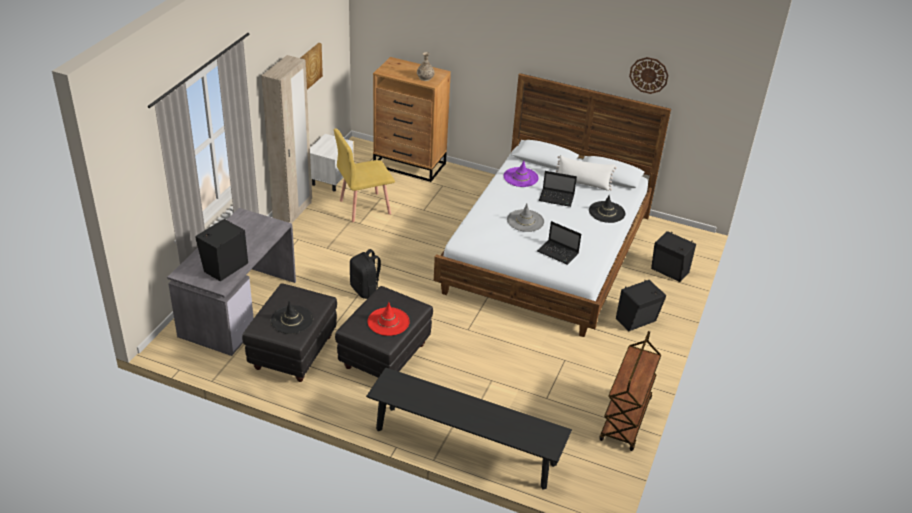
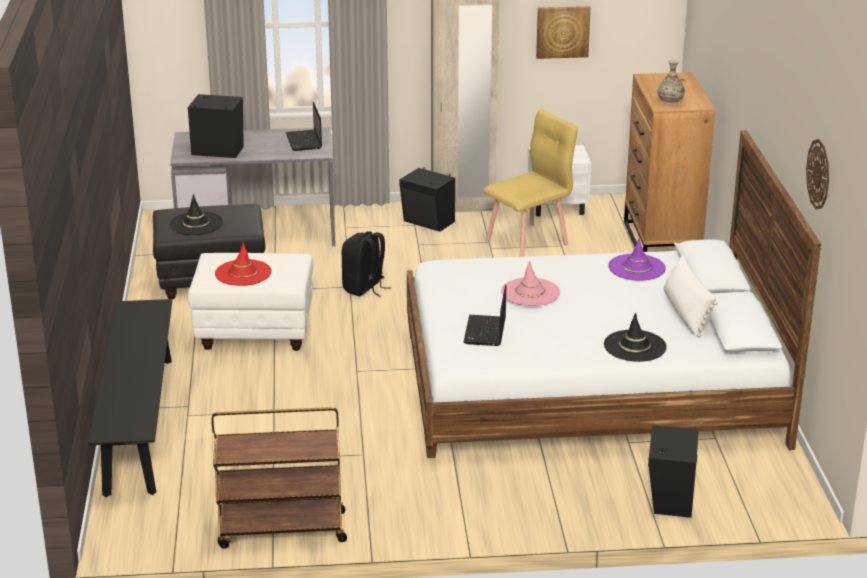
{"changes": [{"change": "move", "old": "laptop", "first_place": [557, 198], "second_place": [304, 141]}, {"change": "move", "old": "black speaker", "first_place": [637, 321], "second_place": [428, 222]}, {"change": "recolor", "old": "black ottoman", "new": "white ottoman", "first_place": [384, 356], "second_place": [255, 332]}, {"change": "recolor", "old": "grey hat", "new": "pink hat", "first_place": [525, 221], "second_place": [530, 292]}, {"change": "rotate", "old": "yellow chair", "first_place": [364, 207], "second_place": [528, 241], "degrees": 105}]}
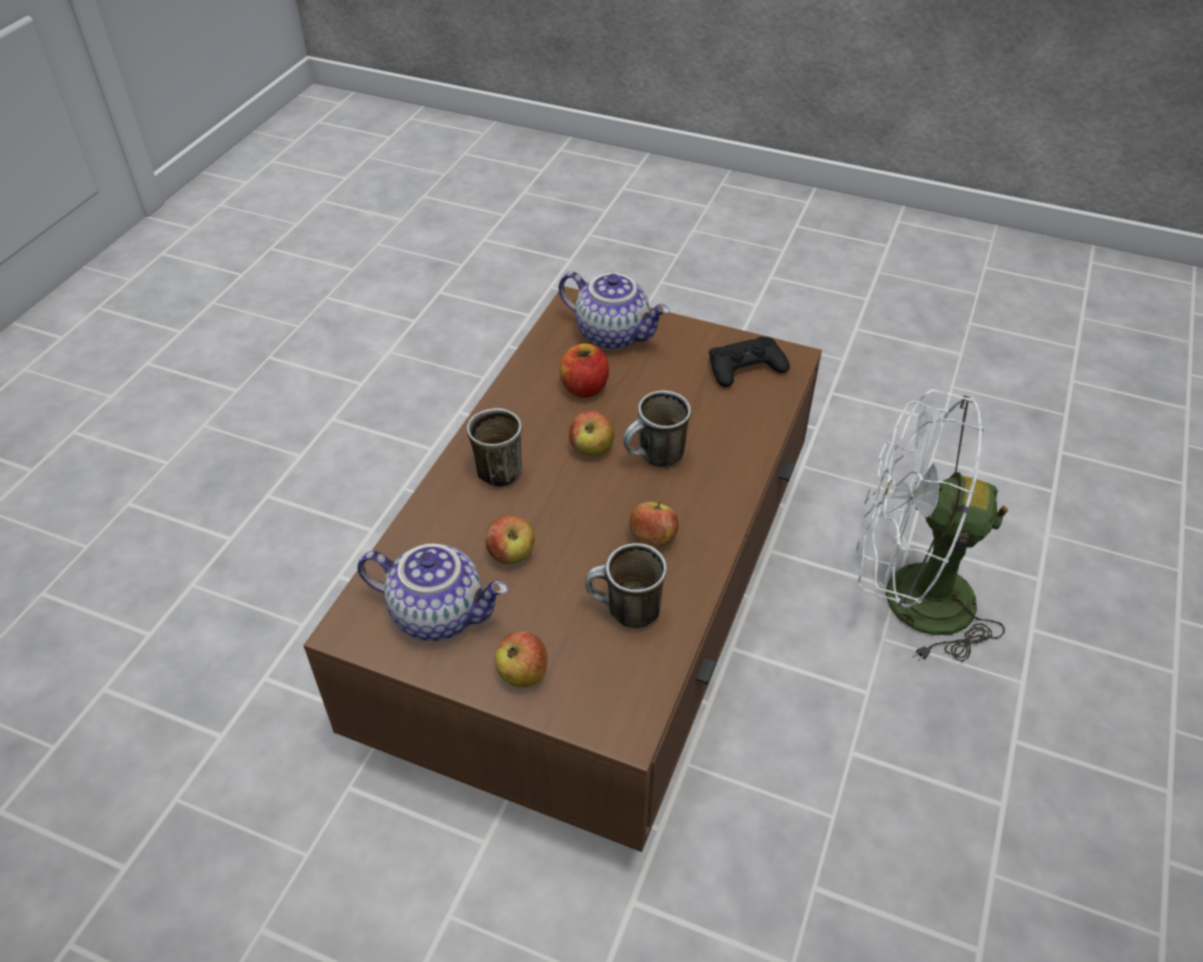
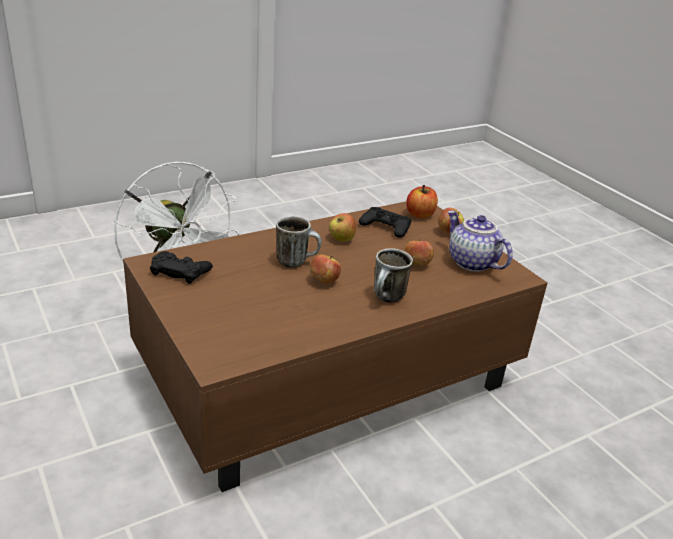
{"changes": [{"change": "delete", "old": "teapot", "first_place": [614, 334]}, {"change": "move", "old": "apple", "first_place": [584, 388], "second_place": [420, 214]}, {"change": "replace", "old": "mug", "new": "black game controller", "first_place": [624, 613], "second_place": [386, 227]}]}
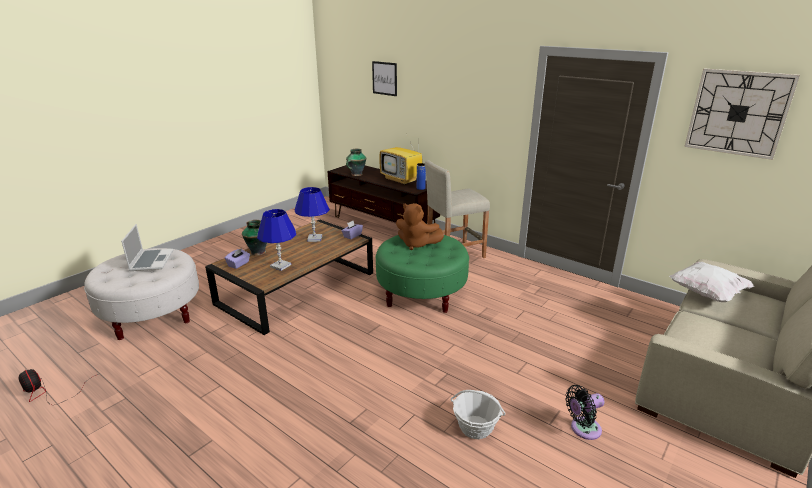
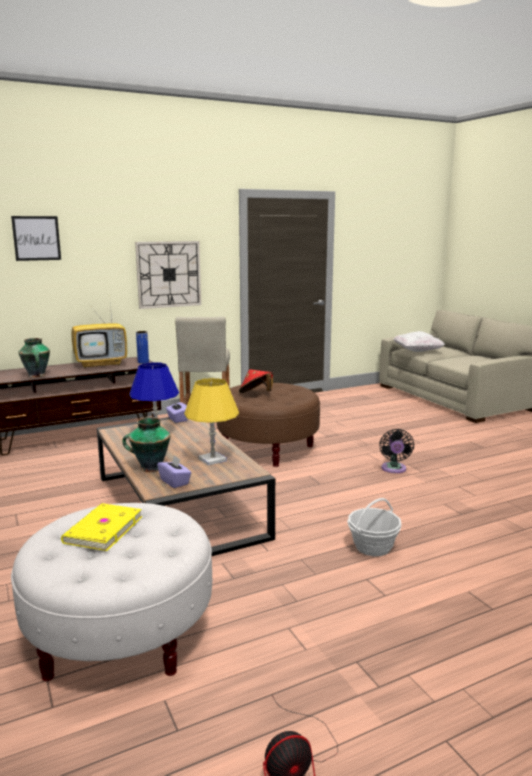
{"changes": [{"change": "move", "old": "basket", "first_place": [475, 427], "second_place": [373, 547]}, {"change": "move", "old": "black fan", "first_place": [583, 429], "second_place": [394, 469]}, {"change": "move", "old": "wall clock", "first_place": [738, 113], "second_place": [168, 274]}, {"change": "replace", "old": "laptop", "new": "yellow book", "first_place": [151, 261], "second_place": [102, 530]}, {"change": "replace", "old": "brown plush toy", "new": "red hat", "first_place": [416, 244], "second_place": [256, 394]}, {"change": "recolor", "old": "blue table lamp", "new": "yellow table lamp", "first_place": [280, 266], "second_place": [212, 459]}, {"change": "recolor", "old": "green ottoman", "new": "brown ottoman", "first_place": [421, 293], "second_place": [268, 448]}]}
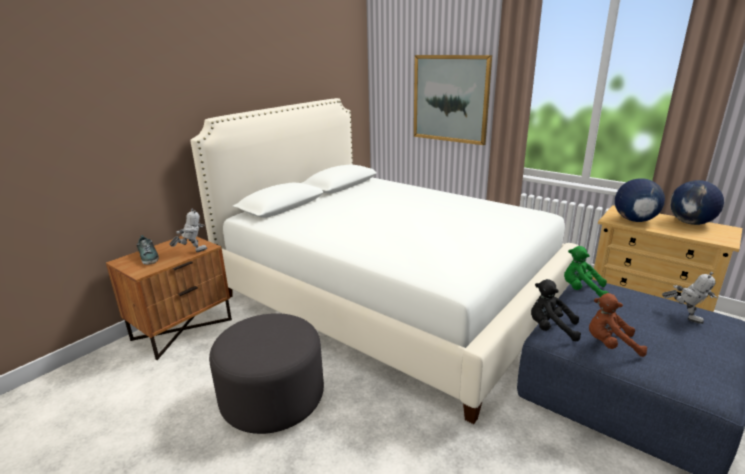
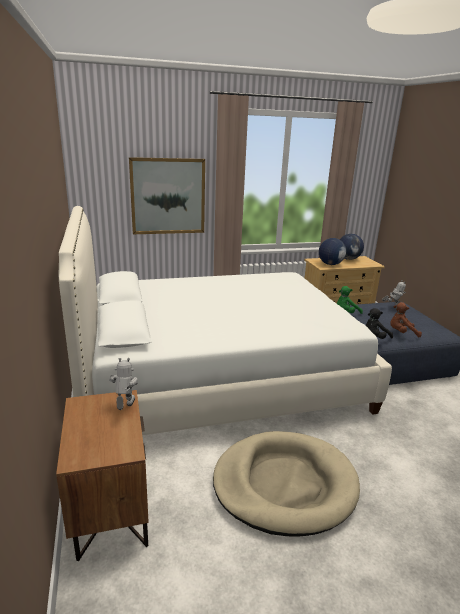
{"changes": [{"change": "delete", "old": "shoe", "first_place": [149, 257]}, {"change": "replace", "old": "grey ottoman", "new": "beige dog bed", "first_place": [272, 398], "second_place": [284, 485]}, {"change": "rotate", "old": "brown plush toy", "first_place": [610, 345], "second_place": [401, 333], "degrees": 45}]}
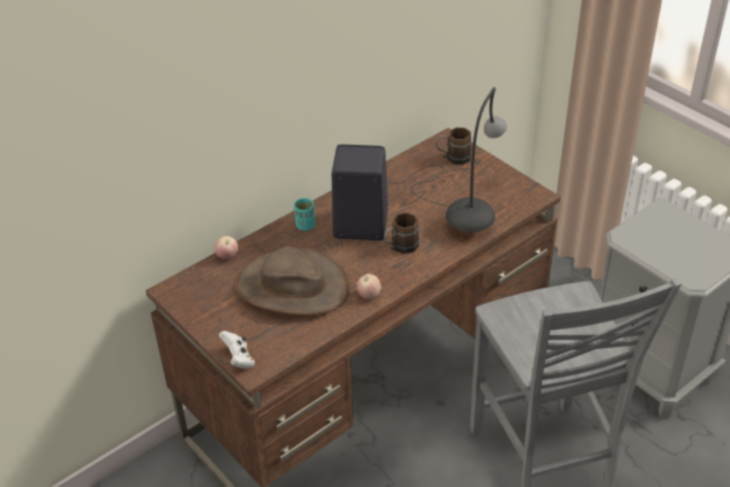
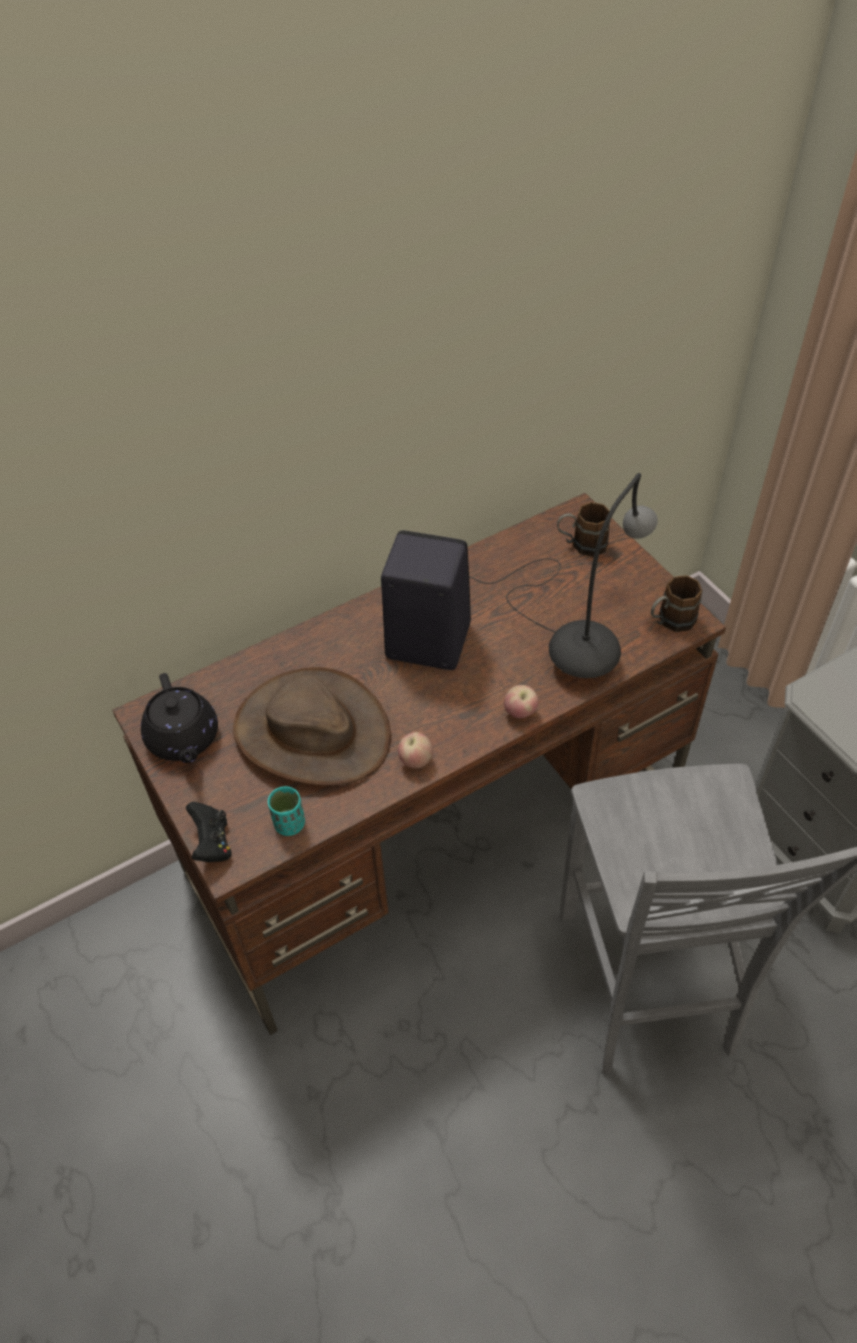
{"changes": [{"change": "insert", "new": "black teapot", "second_place": [183, 739]}, {"change": "move", "old": "apple", "first_place": [227, 256], "second_place": [520, 712]}, {"change": "move", "old": "turquoise cup", "first_place": [305, 226], "second_place": [289, 824]}, {"change": "move", "old": "brown mug", "first_place": [400, 248], "second_place": [670, 622]}, {"change": "recolor", "old": "white game controller", "new": "black game controller", "first_place": [239, 359], "second_place": [212, 843]}]}
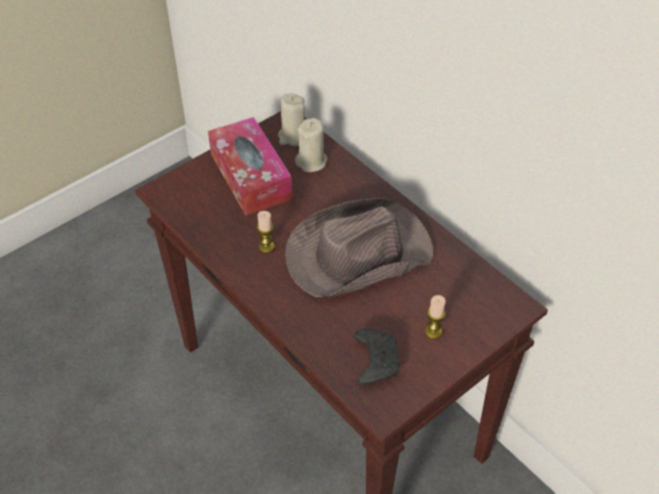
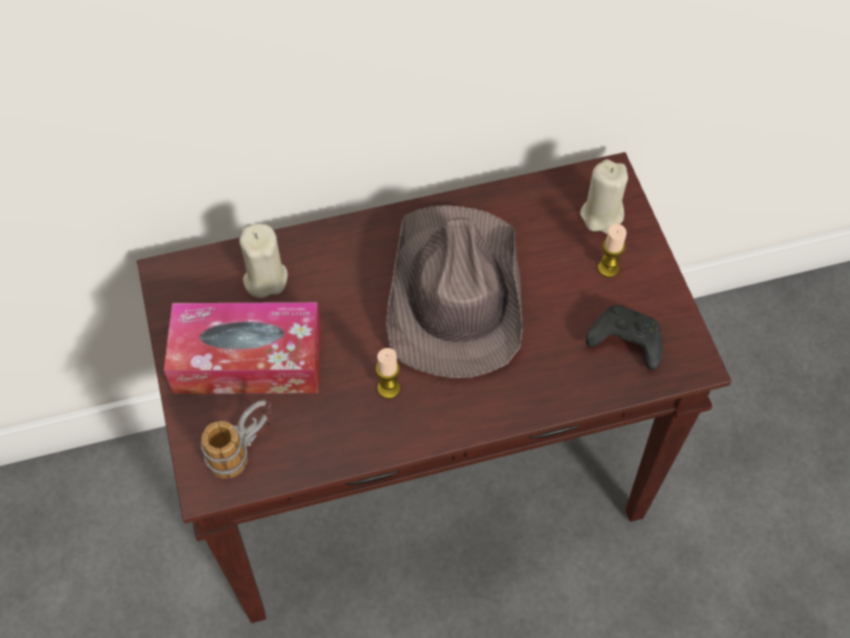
{"changes": [{"change": "insert", "new": "mug", "second_place": [243, 449]}, {"change": "move", "old": "beige candle", "first_place": [293, 137], "second_place": [602, 215]}]}
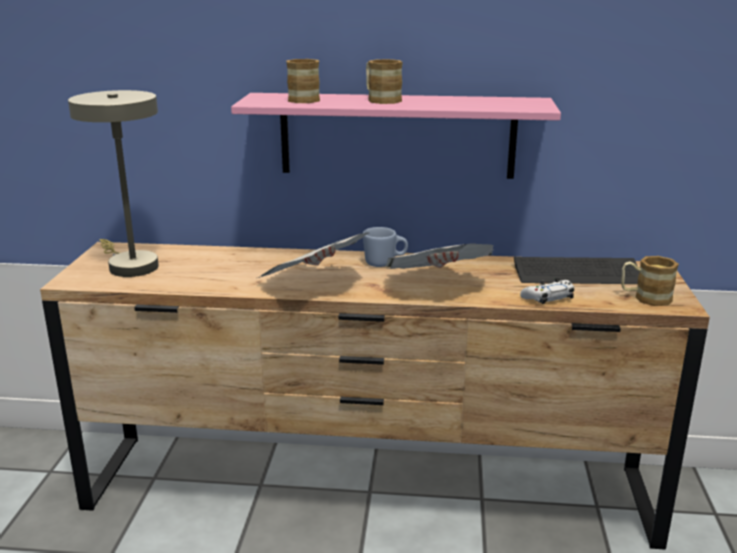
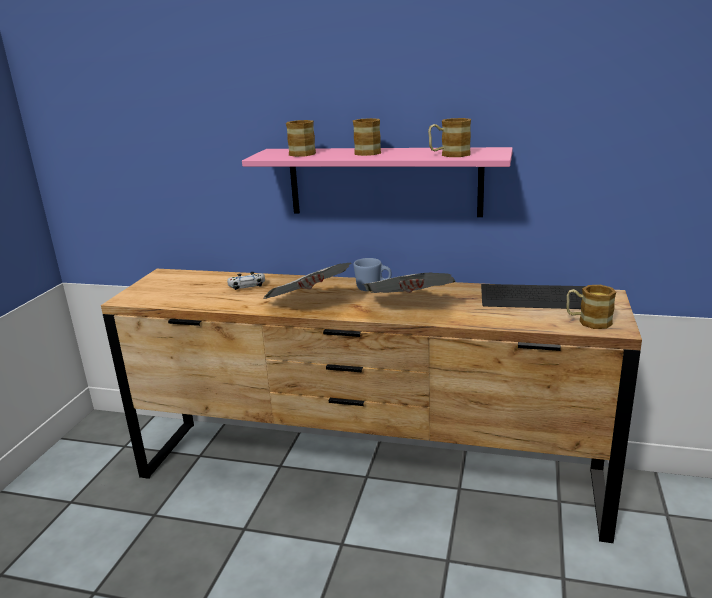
{"changes": [{"change": "delete", "old": "beige table lamp", "first_place": [129, 265]}, {"change": "insert", "new": "mug", "second_place": [449, 155]}, {"change": "move", "old": "white game controller", "first_place": [548, 298], "second_place": [247, 286]}]}
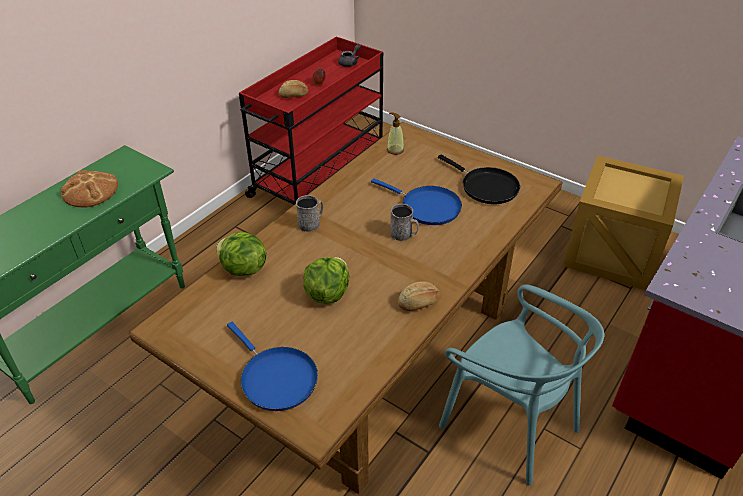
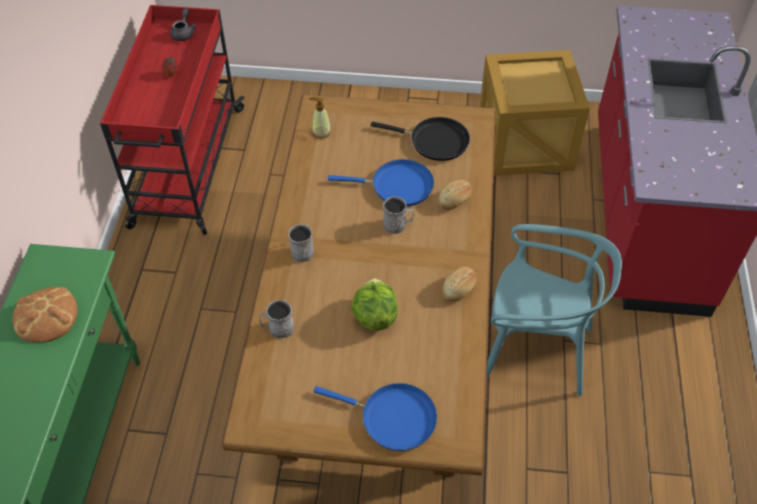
{"changes": [{"change": "move", "old": "bread", "first_place": [294, 95], "second_place": [455, 200]}, {"change": "replace", "old": "lettuce", "new": "grey mug", "first_place": [243, 269], "second_place": [277, 328]}]}
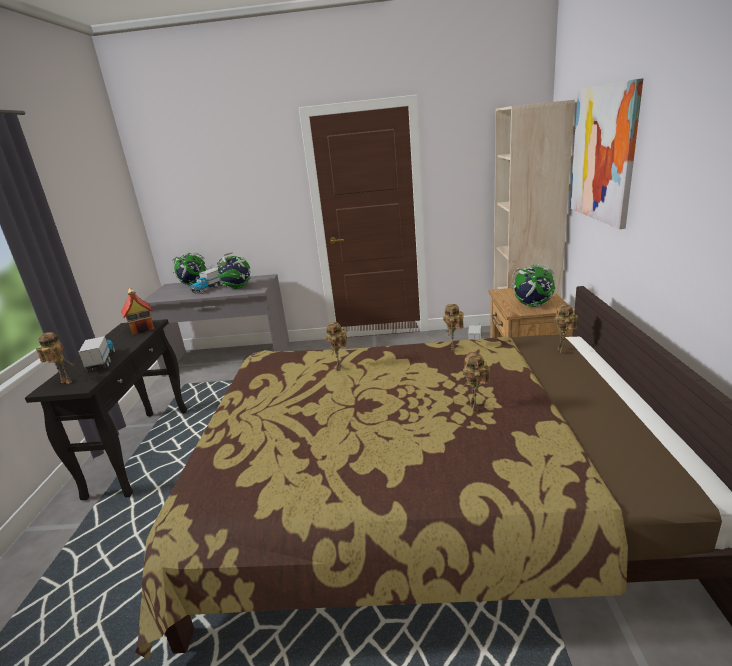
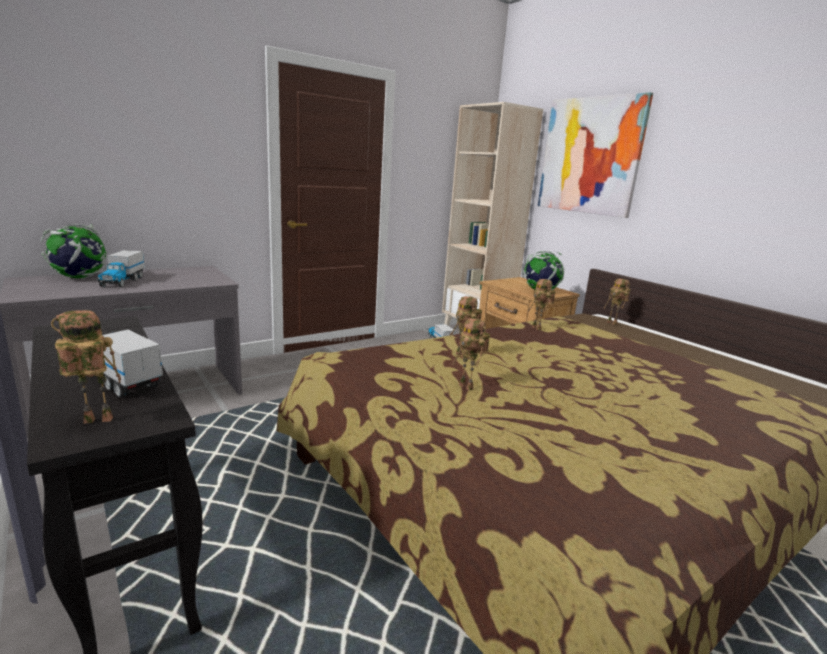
{"changes": [{"change": "delete", "old": "toy house", "first_place": [142, 328]}, {"change": "delete", "old": "globe", "first_place": [238, 288]}, {"change": "move", "old": "toy robot", "first_place": [475, 408], "second_place": [468, 387]}]}
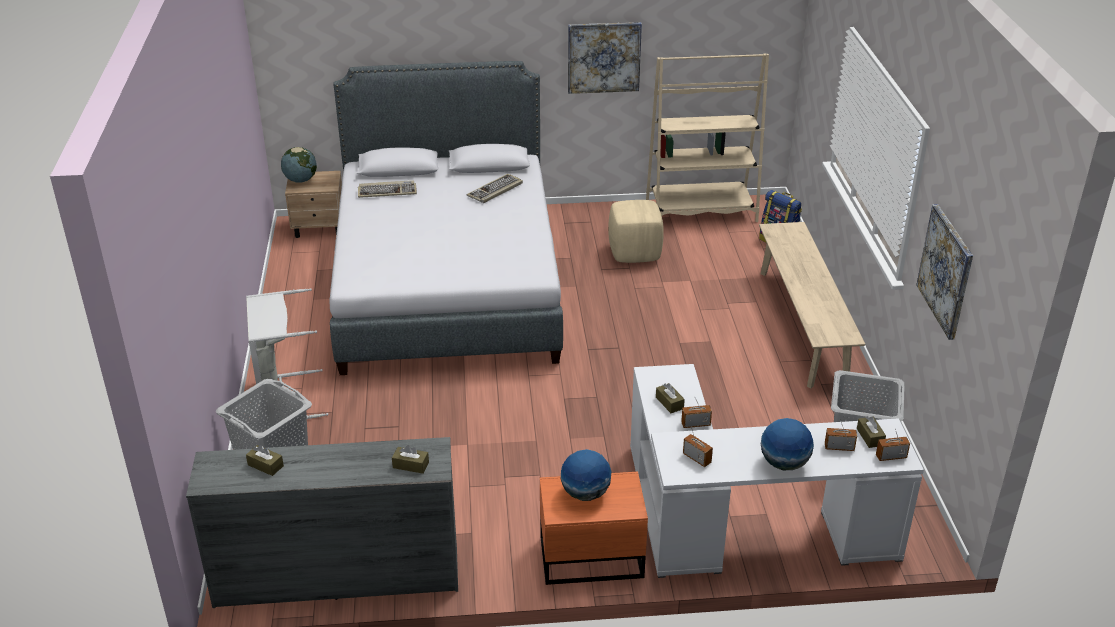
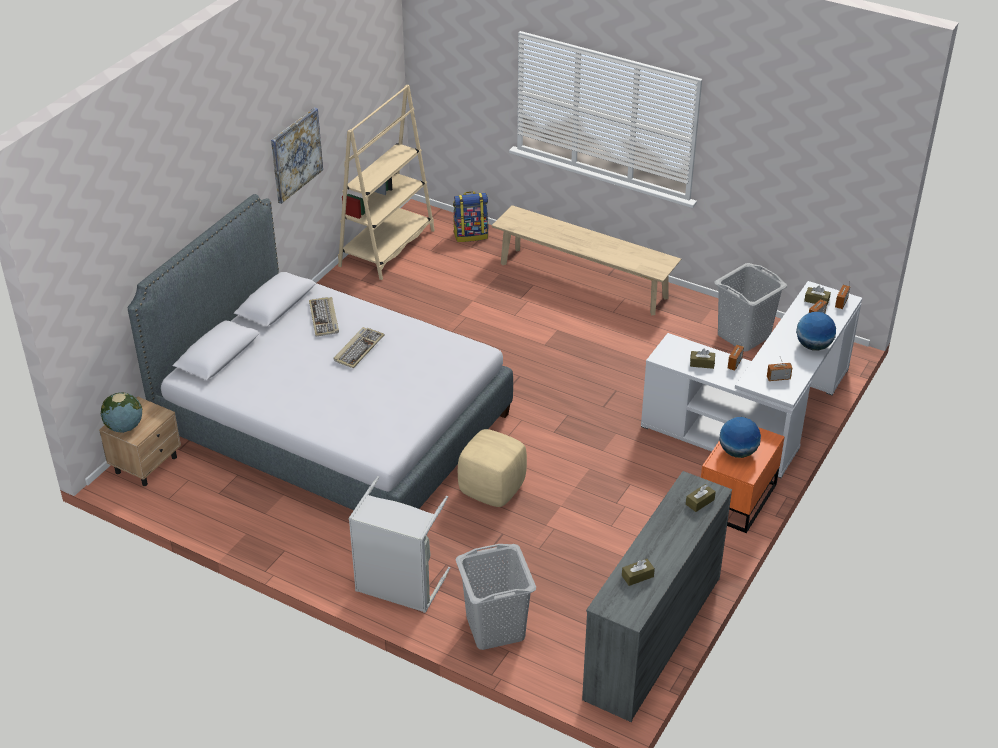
{"changes": [{"change": "delete", "old": "picture", "first_place": [946, 271]}, {"change": "move", "old": "keyboard", "first_place": [387, 191], "second_place": [358, 349]}, {"change": "move", "old": "beige ottoman", "first_place": [635, 253], "second_place": [492, 488]}]}
